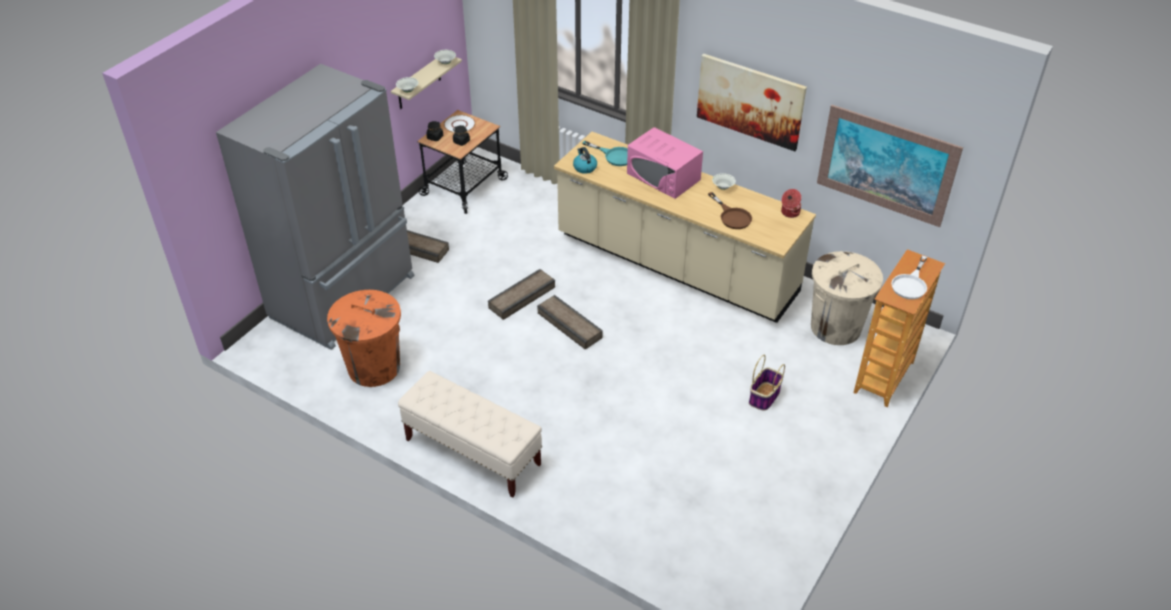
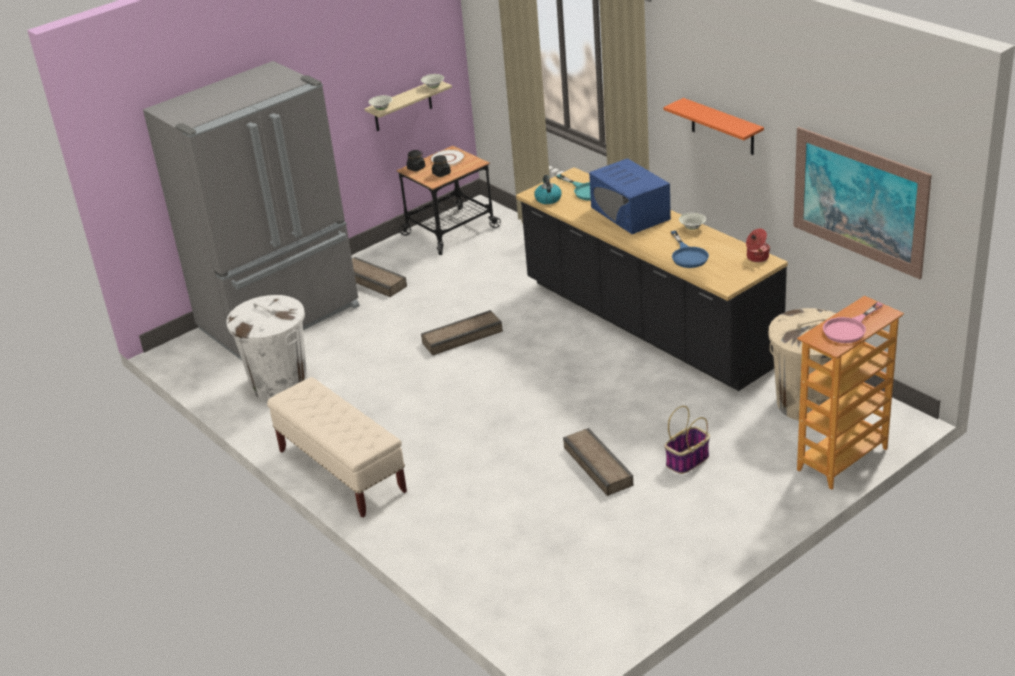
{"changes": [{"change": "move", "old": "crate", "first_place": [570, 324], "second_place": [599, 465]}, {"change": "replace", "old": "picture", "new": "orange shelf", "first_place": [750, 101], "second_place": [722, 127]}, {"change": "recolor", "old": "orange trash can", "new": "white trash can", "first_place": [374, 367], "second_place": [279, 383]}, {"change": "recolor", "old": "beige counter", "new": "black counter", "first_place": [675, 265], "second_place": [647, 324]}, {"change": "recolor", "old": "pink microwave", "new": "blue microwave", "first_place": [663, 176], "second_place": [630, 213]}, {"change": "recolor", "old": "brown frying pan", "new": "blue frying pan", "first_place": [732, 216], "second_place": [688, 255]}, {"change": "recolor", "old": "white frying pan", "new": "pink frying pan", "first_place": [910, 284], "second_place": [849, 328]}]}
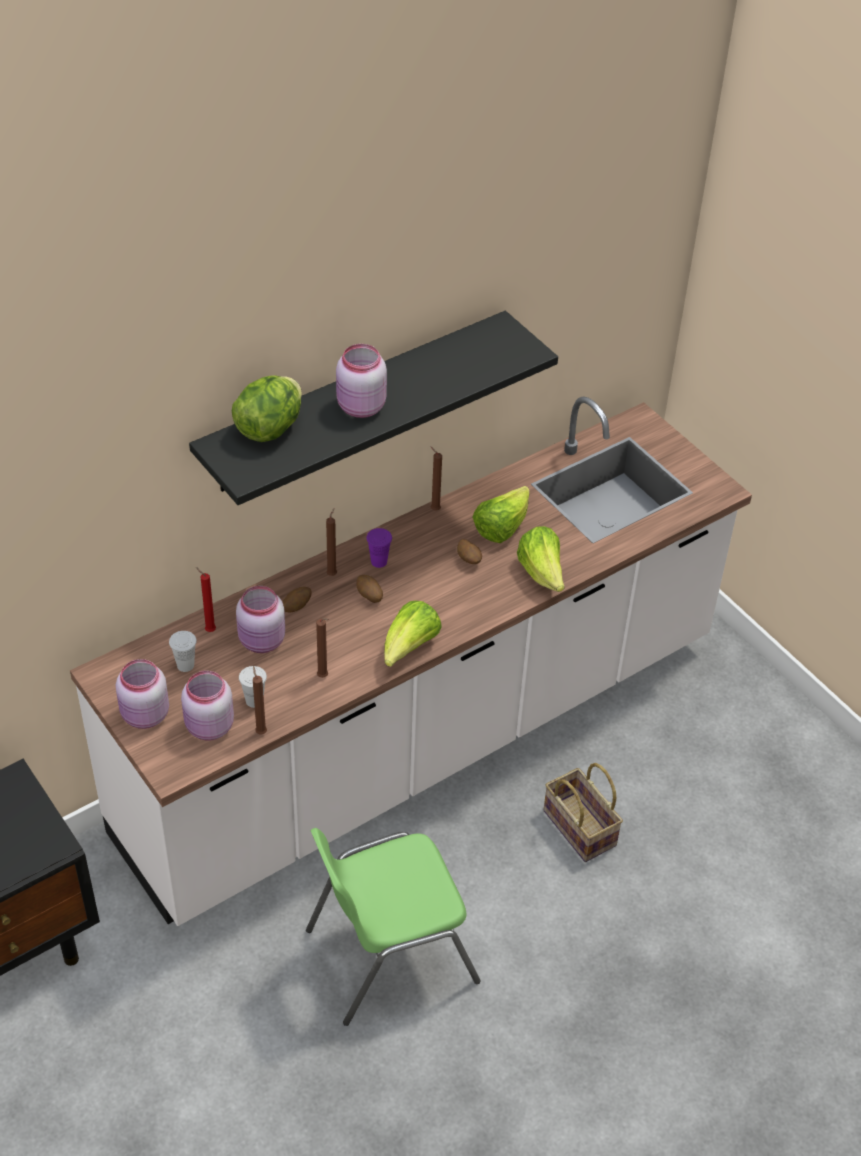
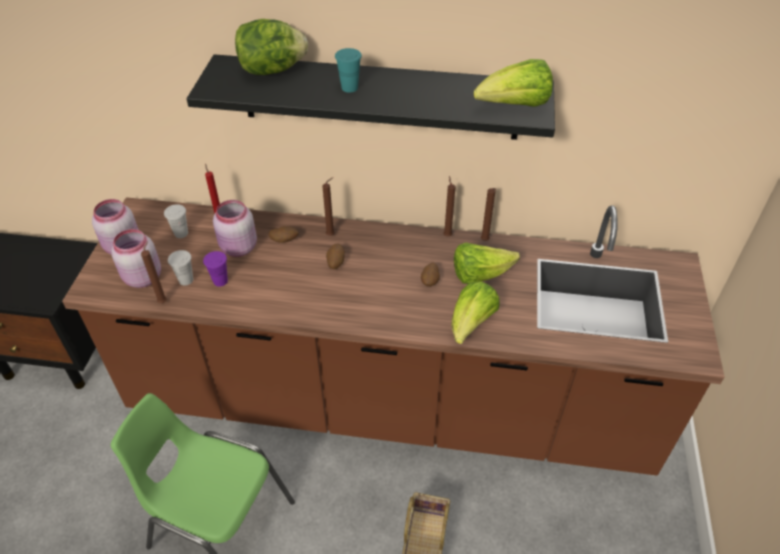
{"changes": [{"change": "move", "old": "brown candle", "first_place": [324, 677], "second_place": [485, 241]}, {"change": "move", "old": "purple cup", "first_place": [379, 561], "second_place": [220, 281]}, {"change": "move", "old": "lettuce", "first_place": [409, 648], "second_place": [514, 106]}, {"change": "replace", "old": "pink jar", "new": "turquoise cup", "first_place": [360, 407], "second_place": [349, 88]}, {"change": "recolor", "old": "white counter", "new": "brown counter", "first_place": [423, 740], "second_place": [390, 405]}]}
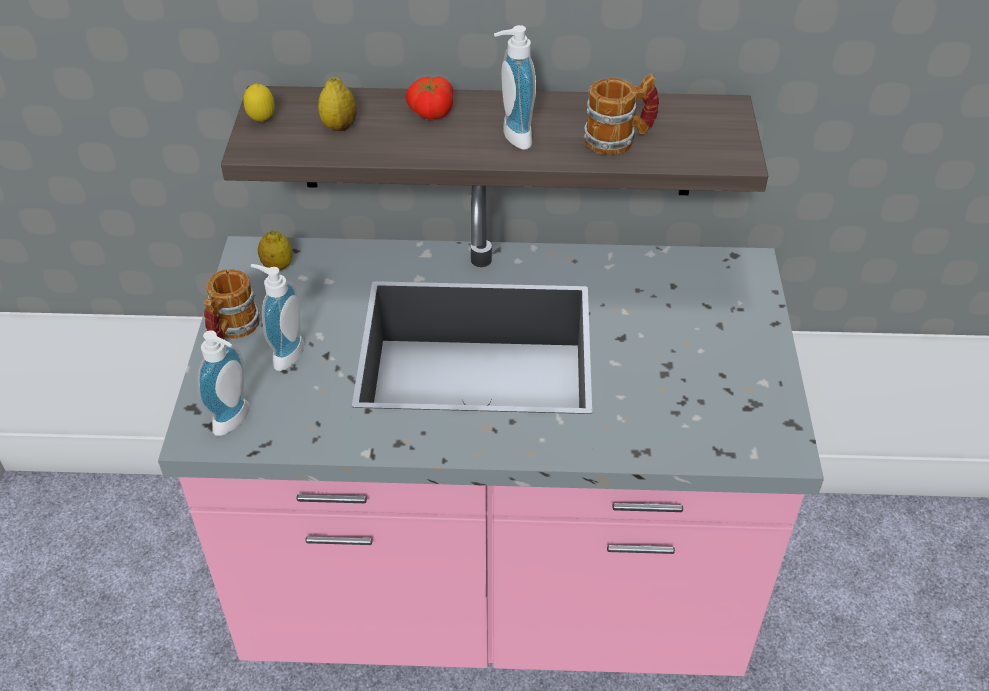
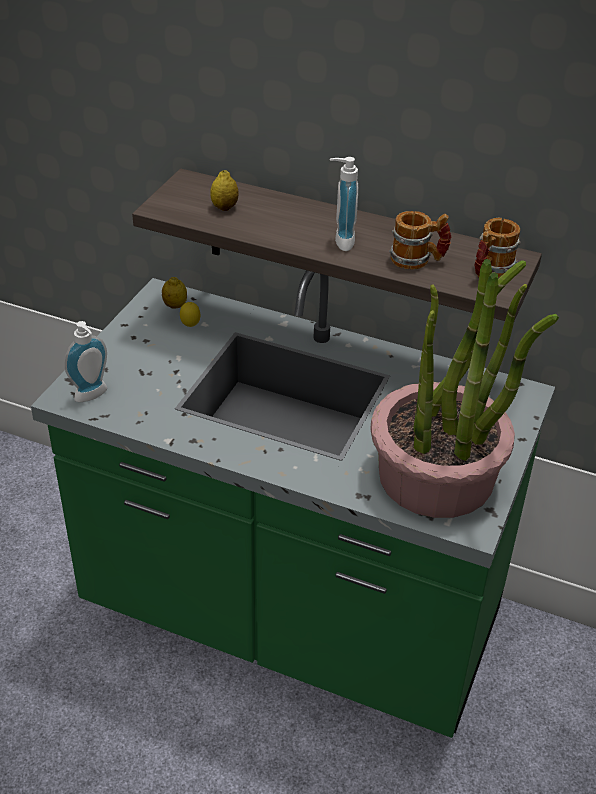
{"changes": [{"change": "delete", "old": "soap dispenser", "first_place": [284, 353]}, {"change": "delete", "old": "tomato", "first_place": [430, 112]}, {"change": "insert", "new": "potted plant", "second_place": [437, 476]}, {"change": "move", "old": "mug", "first_place": [232, 330], "second_place": [490, 270]}, {"change": "move", "old": "lemon", "first_place": [262, 121], "second_place": [190, 326]}, {"change": "recolor", "old": "pink counter", "new": "green counter", "first_place": [494, 593], "second_place": [291, 618]}]}
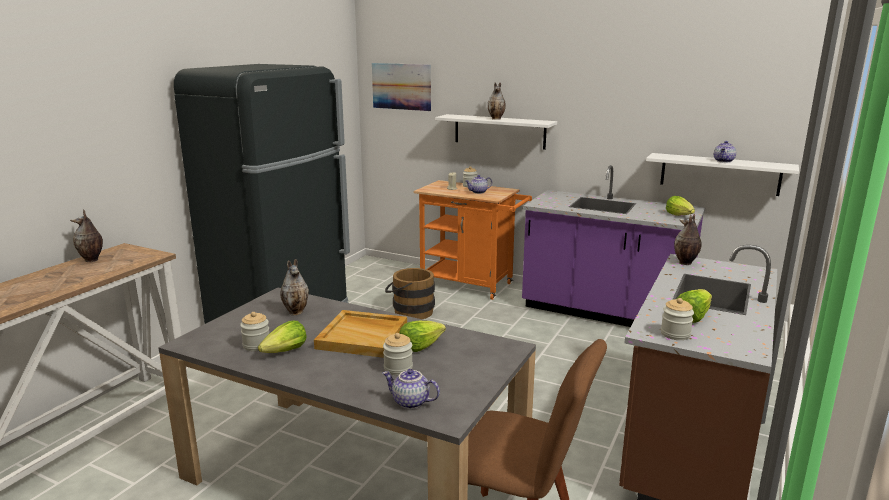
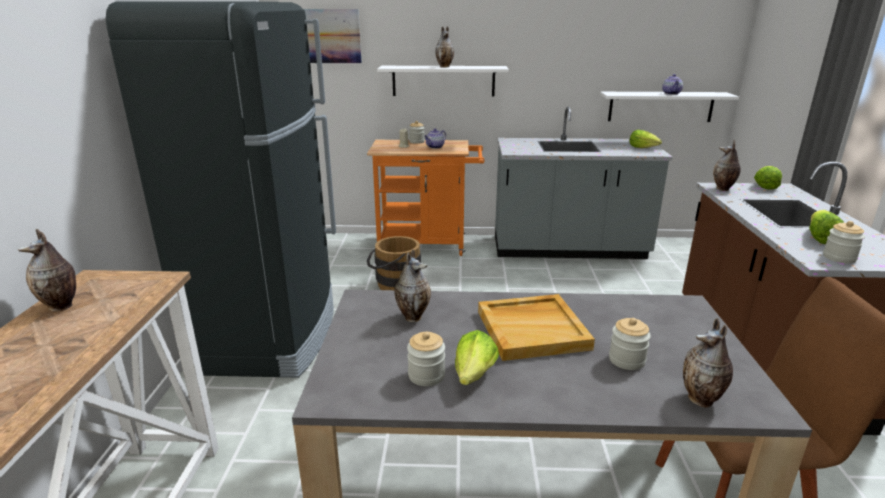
{"changes": [{"change": "move", "old": "lettuce", "first_place": [420, 346], "second_place": [765, 186]}, {"change": "replace", "old": "teapot", "new": "vase", "first_place": [410, 402], "second_place": [702, 400]}, {"change": "recolor", "old": "purple counter", "new": "grey counter", "first_place": [604, 313], "second_place": [569, 249]}]}
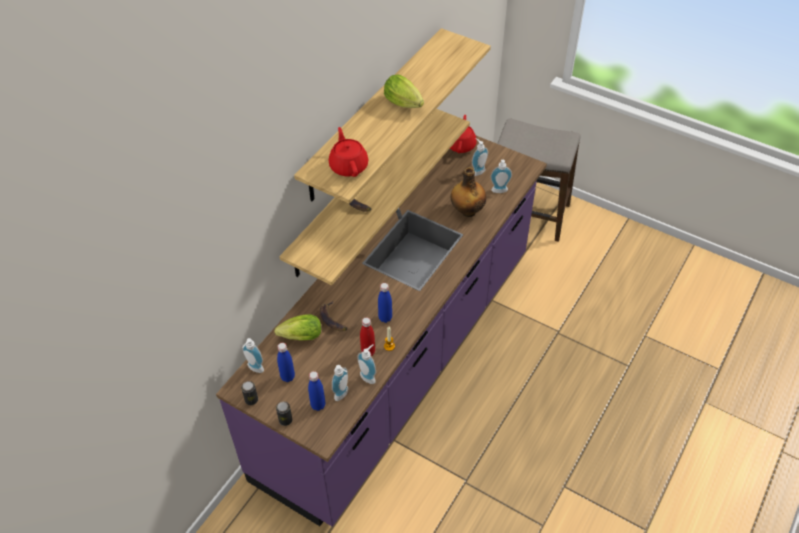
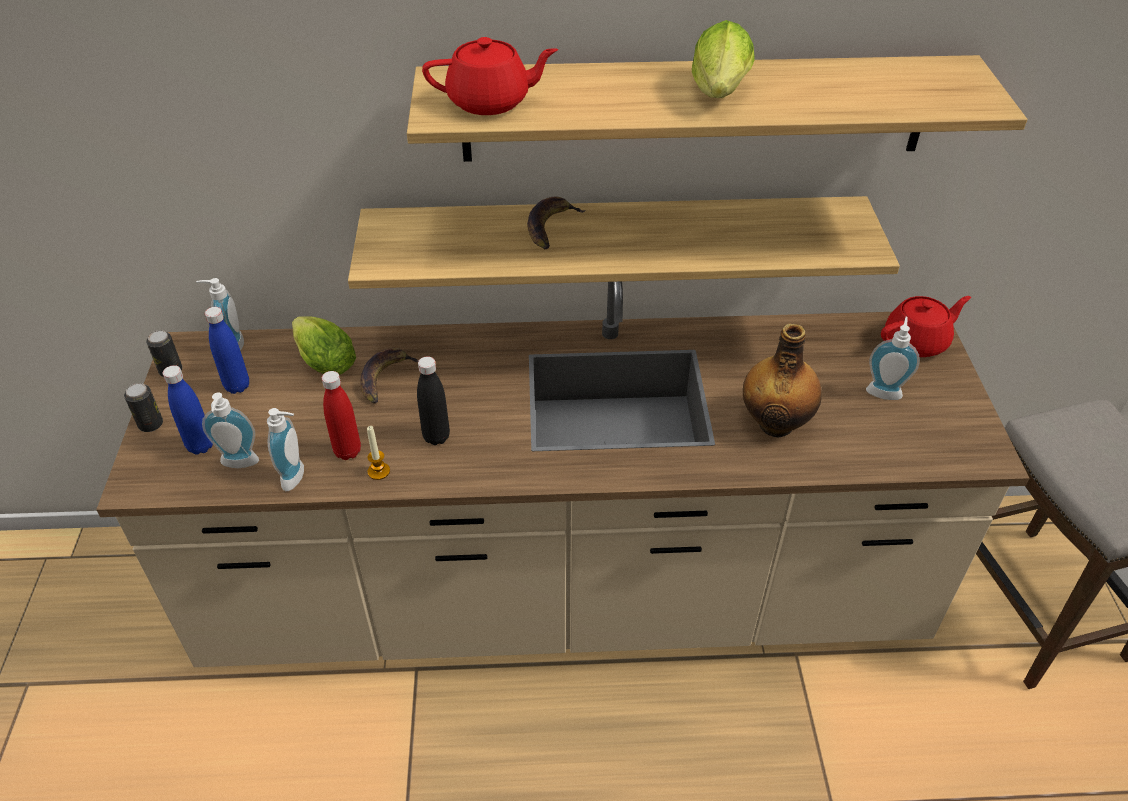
{"changes": [{"change": "delete", "old": "soap dispenser", "first_place": [499, 191]}, {"change": "recolor", "old": "purple counter", "new": "beige counter", "first_place": [400, 362], "second_place": [564, 596]}, {"change": "recolor", "old": "blue bottle", "new": "black bottle", "first_place": [385, 318], "second_place": [436, 437]}, {"change": "rotate", "old": "red teapot", "first_place": [348, 166], "second_place": [490, 102], "degrees": 45}]}
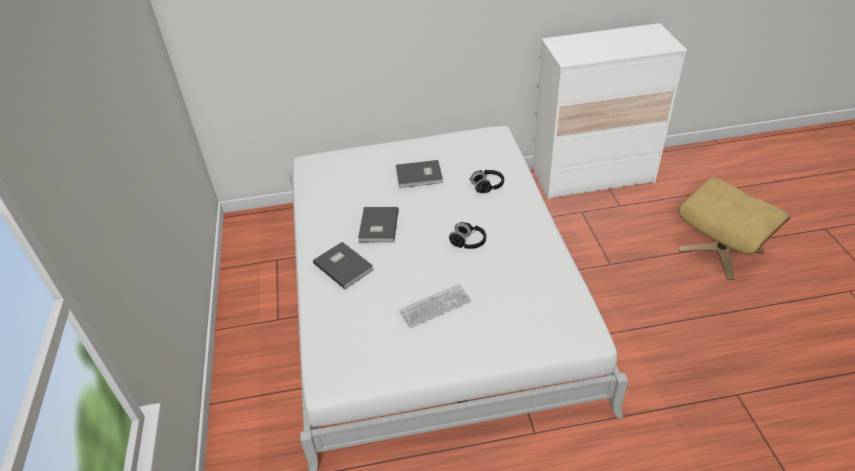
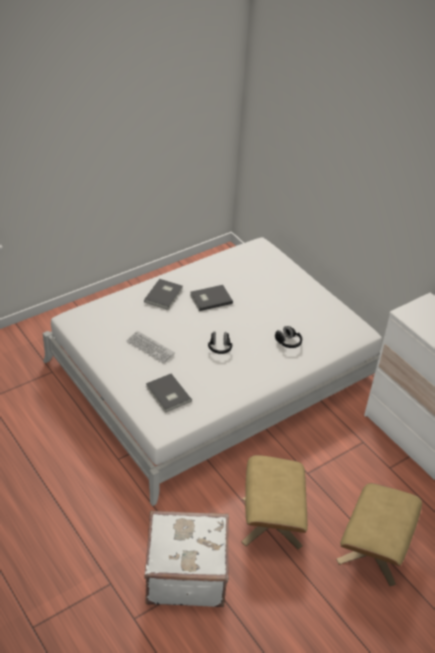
{"changes": [{"change": "insert", "new": "white suitcase", "second_place": [185, 573]}, {"change": "insert", "new": "beige ottoman", "second_place": [271, 522]}, {"change": "move", "old": "grey book", "first_place": [420, 176], "second_place": [167, 394]}]}
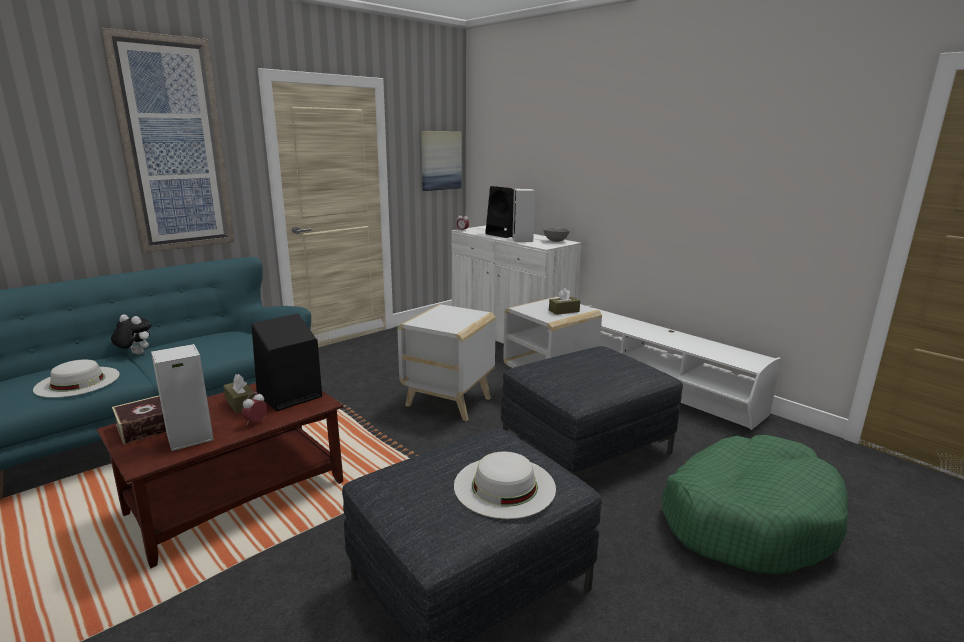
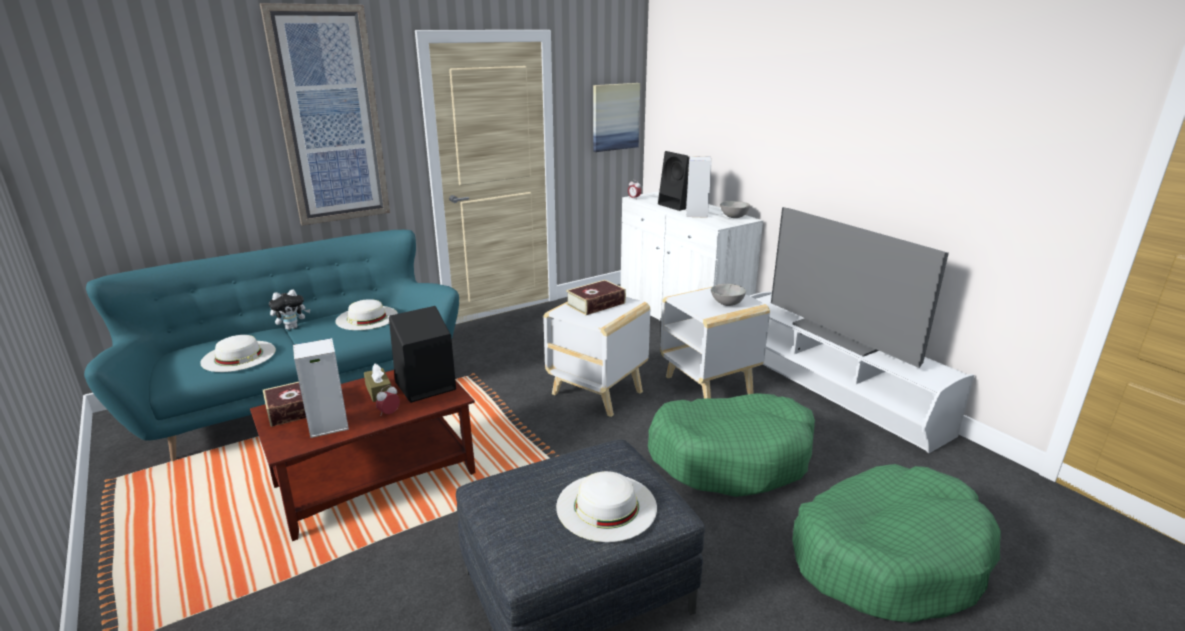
{"changes": [{"change": "insert", "new": "white hat", "second_place": [367, 318]}, {"change": "insert", "new": "book", "second_place": [596, 304]}, {"change": "insert", "new": "television", "second_place": [841, 335]}, {"change": "replace", "old": "grey ottoman", "new": "green dog bed", "first_place": [586, 447], "second_place": [731, 457]}, {"change": "replace", "old": "brown tissue box", "new": "grey bowl", "first_place": [564, 311], "second_place": [726, 304]}, {"change": "rotate", "old": "plush toy", "first_place": [135, 354], "second_place": [292, 327], "degrees": 120}]}
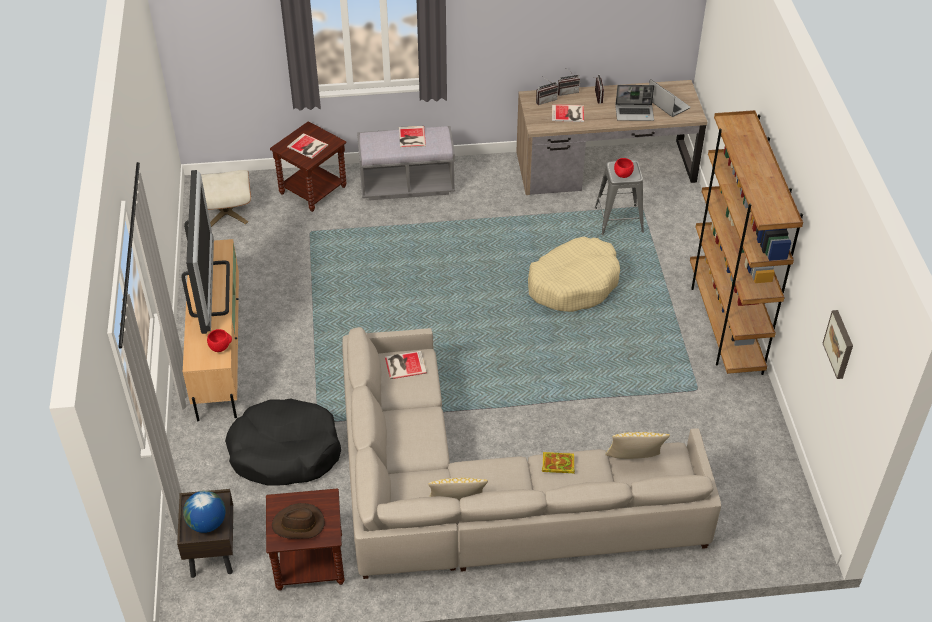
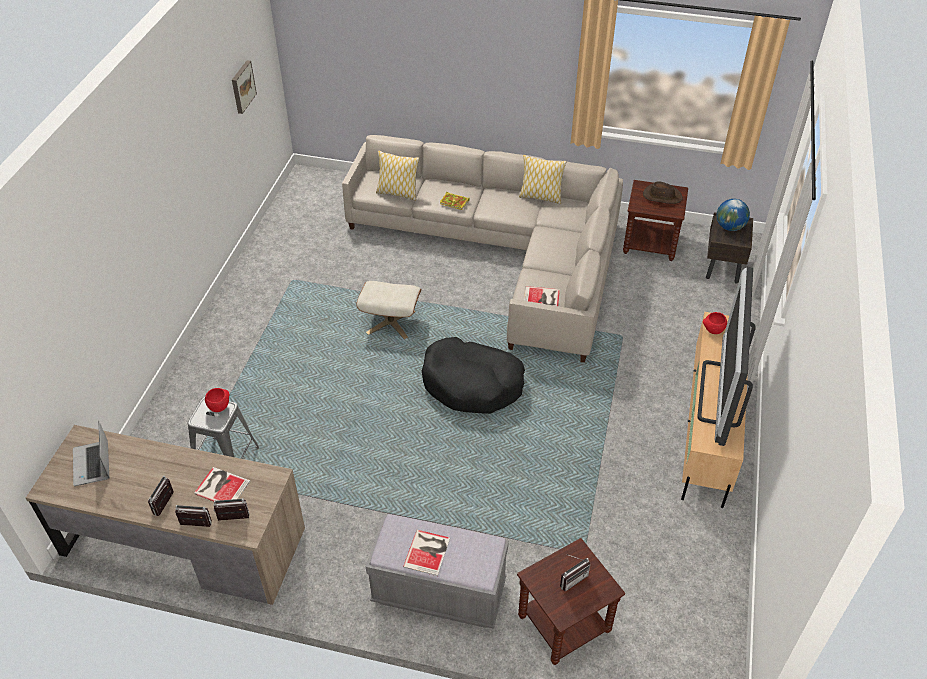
{"changes": [{"change": "delete", "old": "beige dog bed", "first_place": [573, 283]}, {"change": "delete", "old": "laptop", "first_place": [635, 113]}, {"change": "delete", "old": "brown bookcase", "first_place": [724, 324]}, {"change": "move", "old": "beige ottoman", "first_place": [226, 212], "second_place": [390, 322]}, {"change": "move", "old": "black dog bed", "first_place": [285, 452], "second_place": [472, 384]}, {"change": "replace", "old": "book", "new": "radio", "first_place": [308, 147], "second_place": [571, 578]}]}
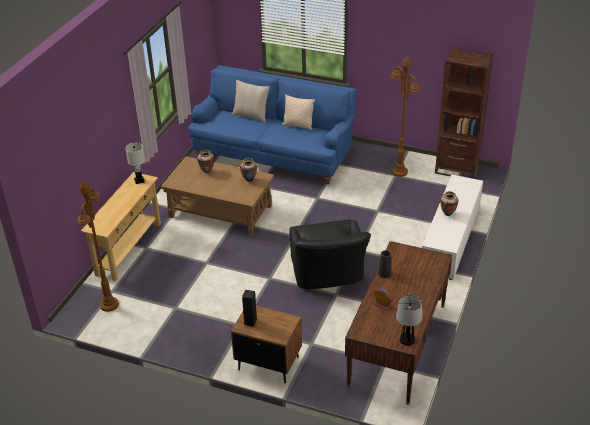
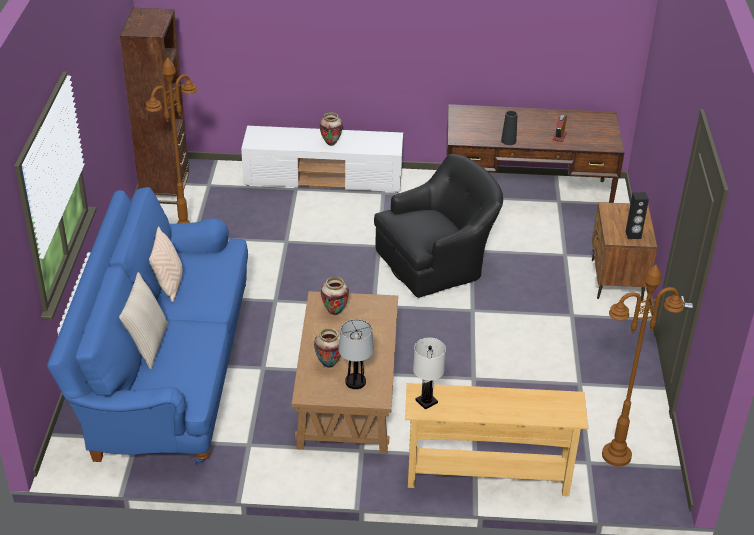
{"changes": [{"change": "move", "old": "table lamp", "first_place": [407, 340], "second_place": [355, 382]}]}
